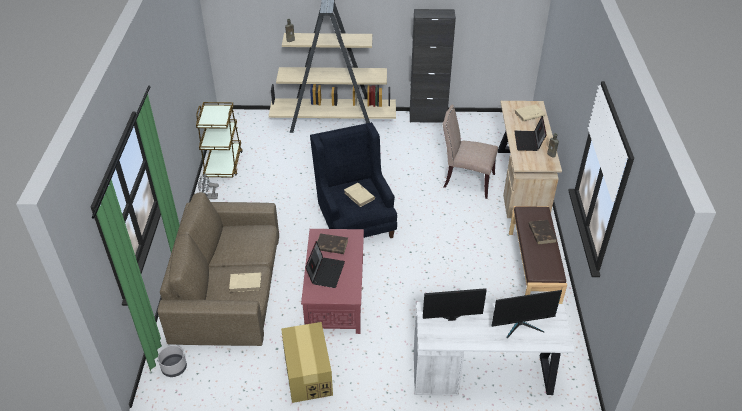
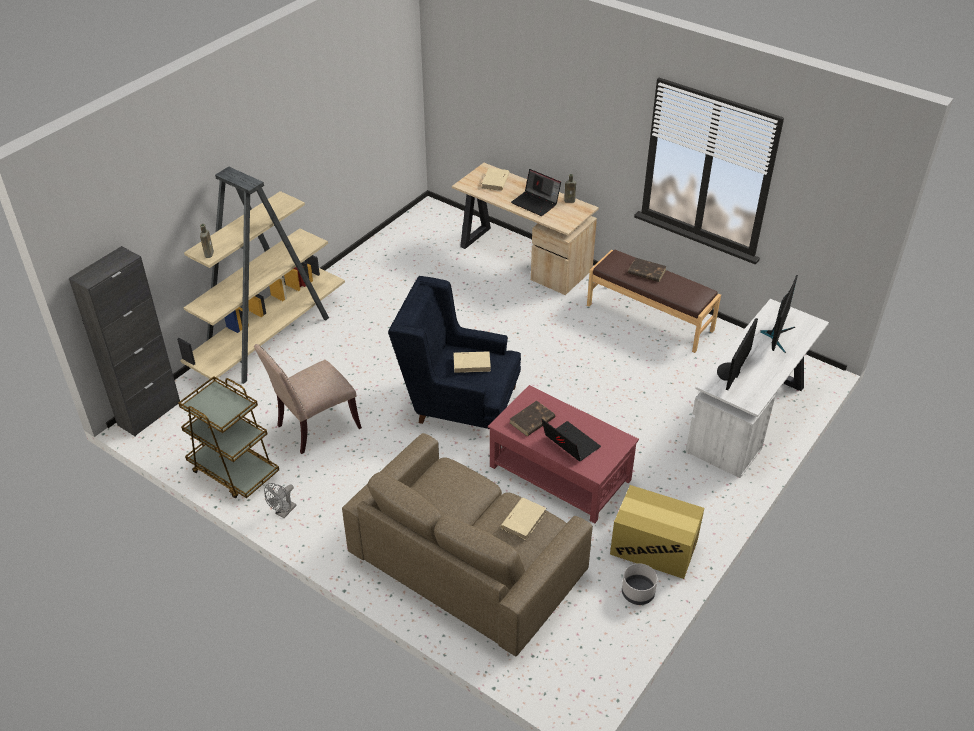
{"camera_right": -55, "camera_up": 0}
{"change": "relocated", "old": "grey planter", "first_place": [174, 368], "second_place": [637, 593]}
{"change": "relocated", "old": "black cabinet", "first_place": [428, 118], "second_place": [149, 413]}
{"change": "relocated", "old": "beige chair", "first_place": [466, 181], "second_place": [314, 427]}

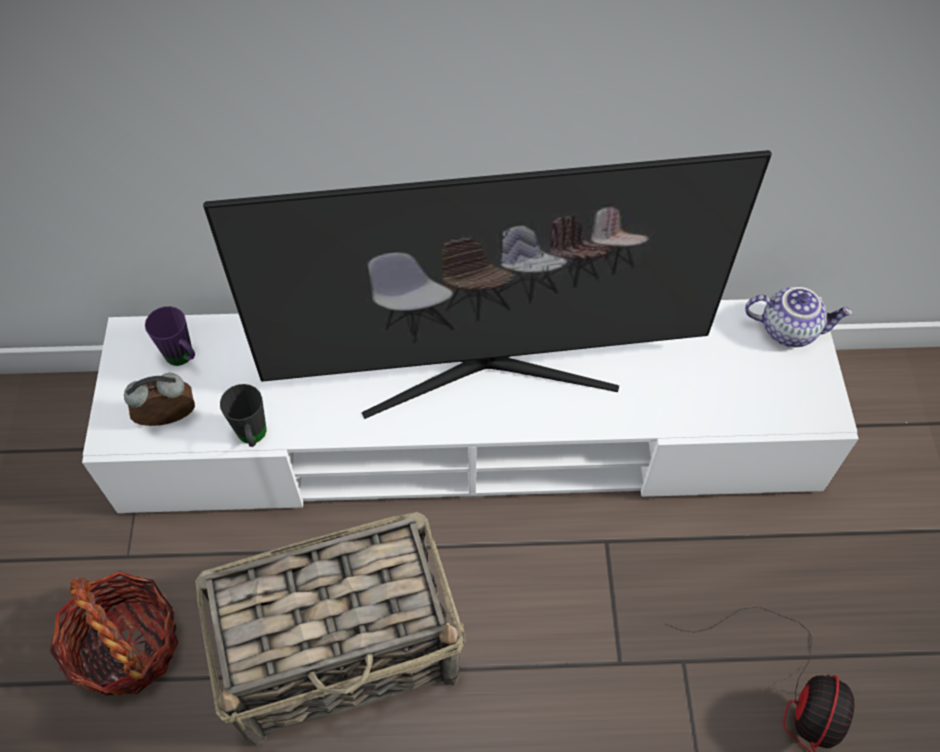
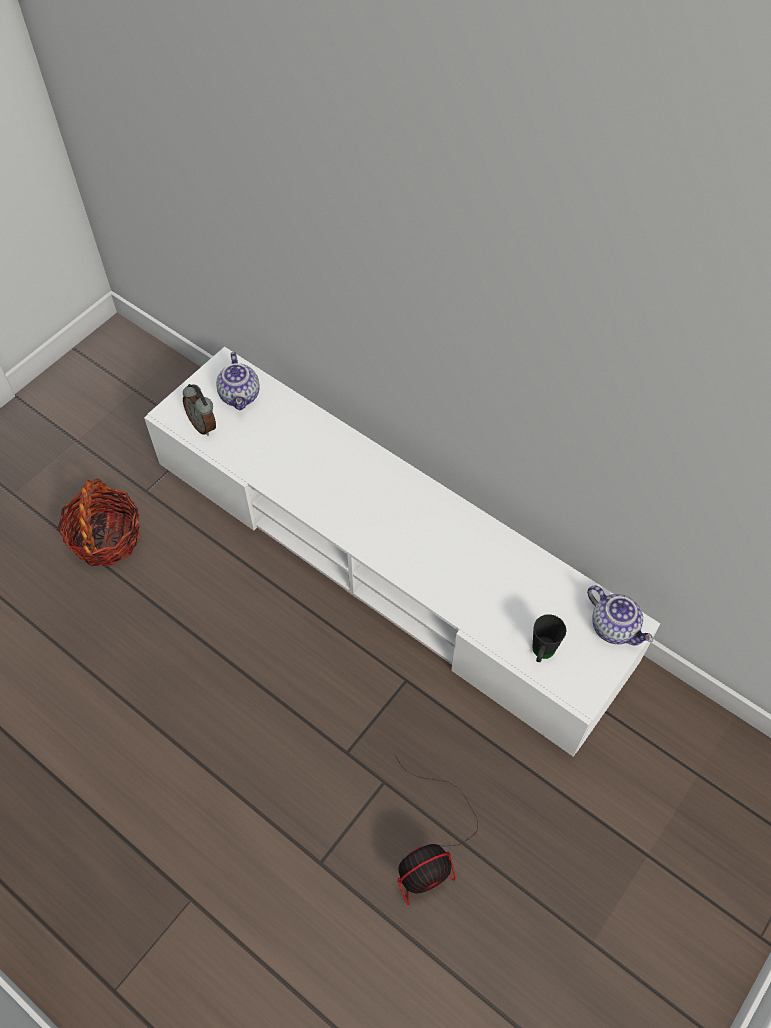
{"camera_right": 40, "camera_up": 0}
{"change": "missing", "old": "basket", "first_place": [344, 651]}
{"change": "missing", "old": "television", "first_place": [485, 368]}
{"change": "relocated", "old": "black mug", "first_place": [253, 438], "second_place": [541, 654]}
{"change": "exchanged", "old": "purple mug", "new": "teapot", "first_place": [184, 358], "second_place": [241, 396]}
{"change": "spun", "old": "alarm clock", "first_place": [169, 420], "second_place": [204, 425], "degrees": -150}

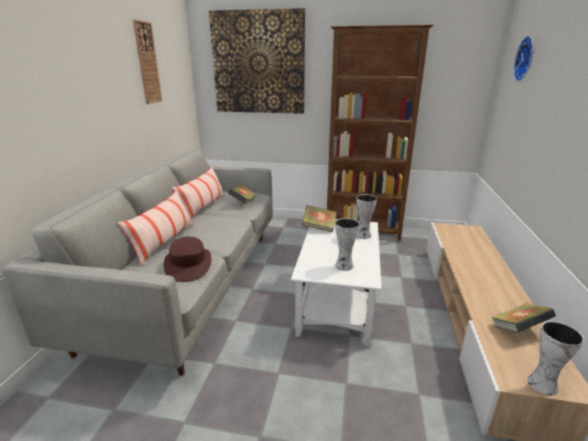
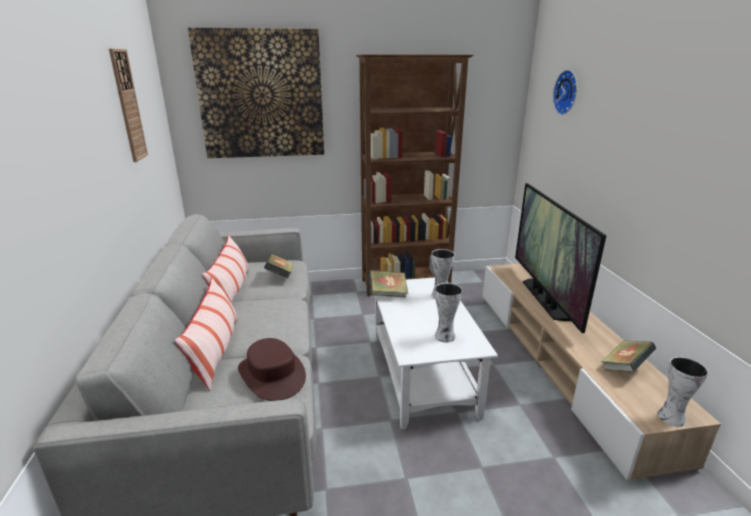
{"camera_right": -20, "camera_up": 0}
{"change": "appeared", "new": "television", "second_place": [544, 299]}

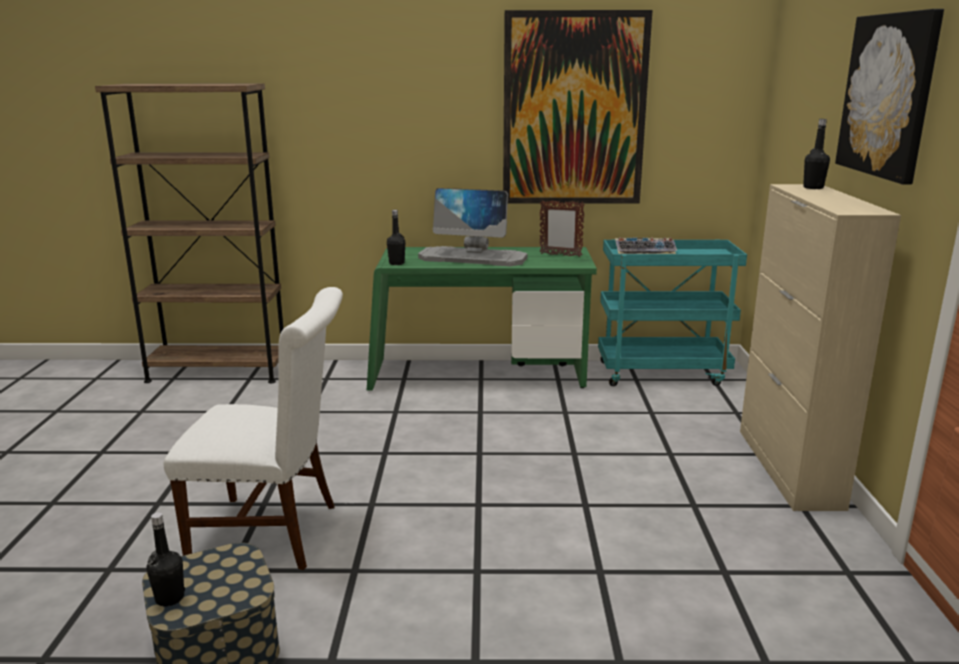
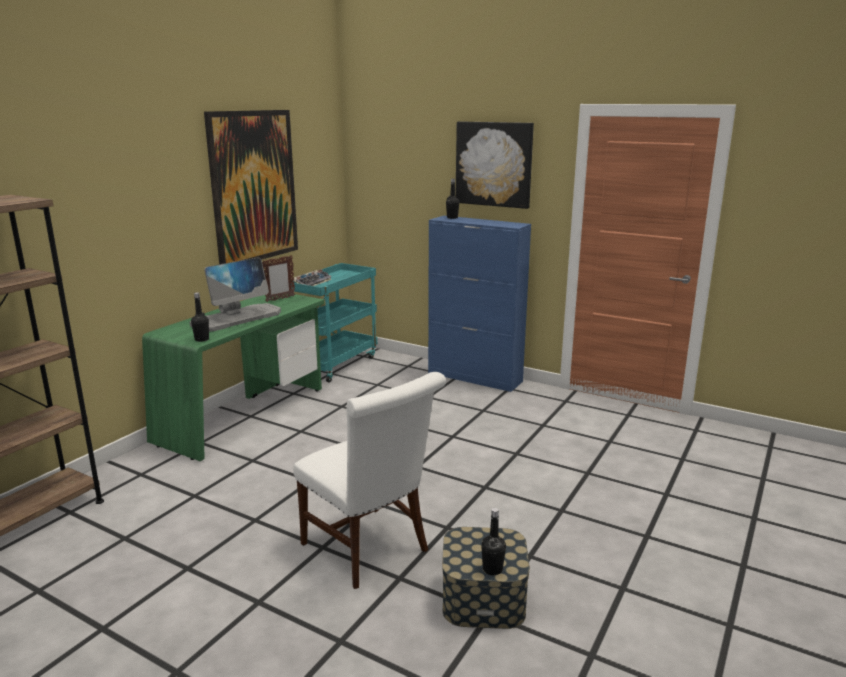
{"camera_right": -60, "camera_up": 0}
{"change": "colour", "old": "beige cabinet", "new": "blue cabinet", "first_place": [788, 468], "second_place": [475, 377]}
{"change": "spun", "old": "white chair", "first_place": [275, 533], "second_place": [370, 550], "degrees": 105}

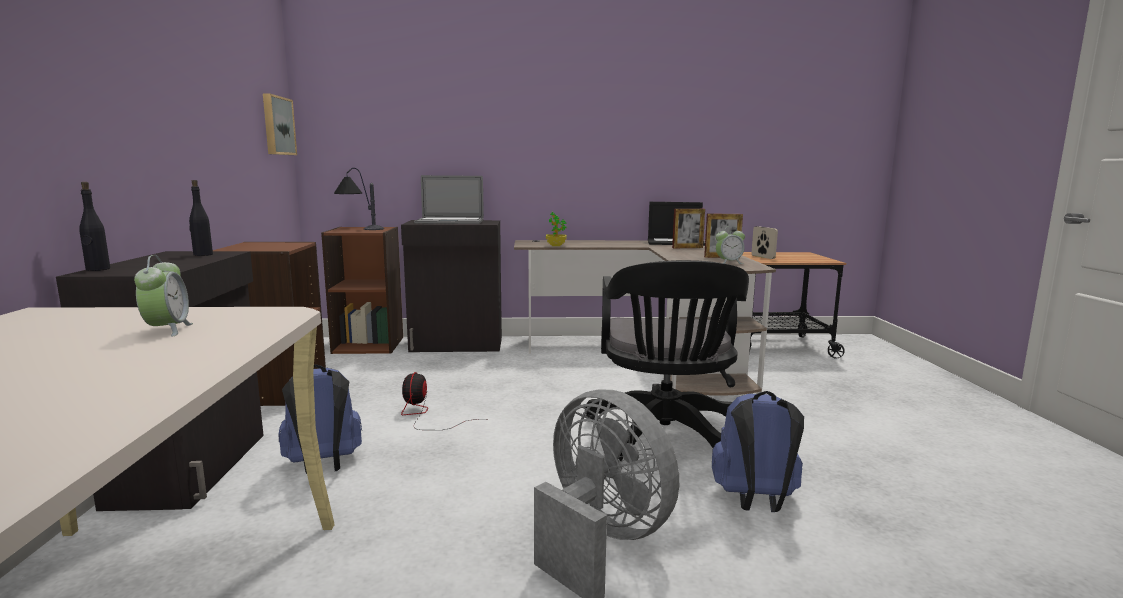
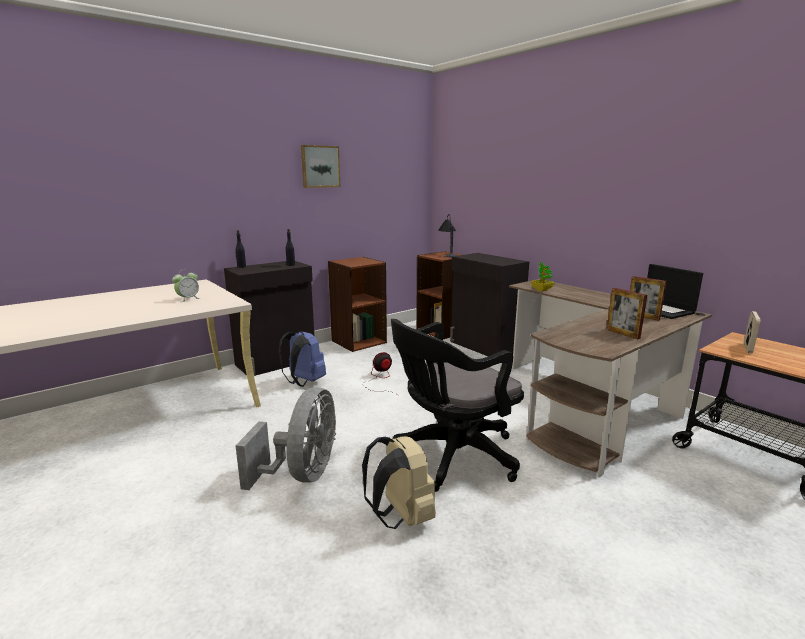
{"camera_right": 55, "camera_up": 5}
{"change": "missing", "old": "laptop", "first_place": [450, 221]}
{"change": "missing", "old": "alarm clock", "first_place": [729, 263]}
{"change": "relocated", "old": "picture", "first_place": [277, 126], "second_place": [320, 166]}
{"change": "colour", "old": "blue backpack", "new": "beige backpack", "first_place": [755, 501], "second_place": [401, 517]}

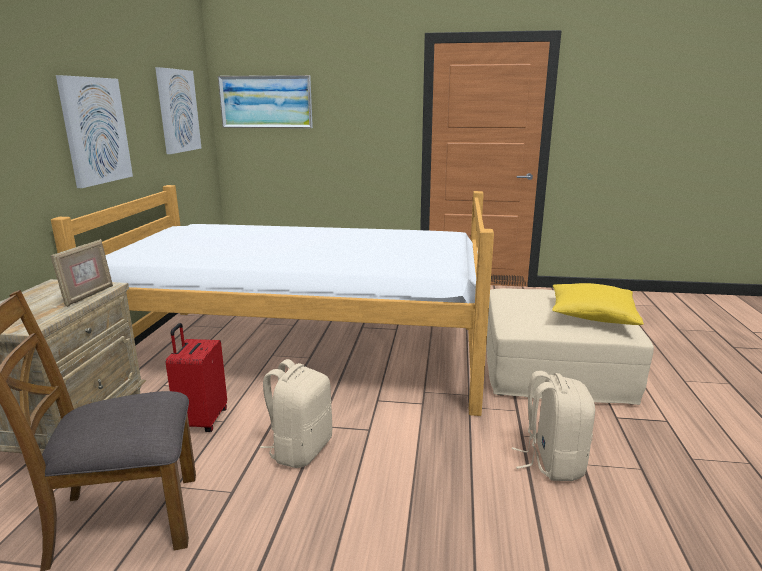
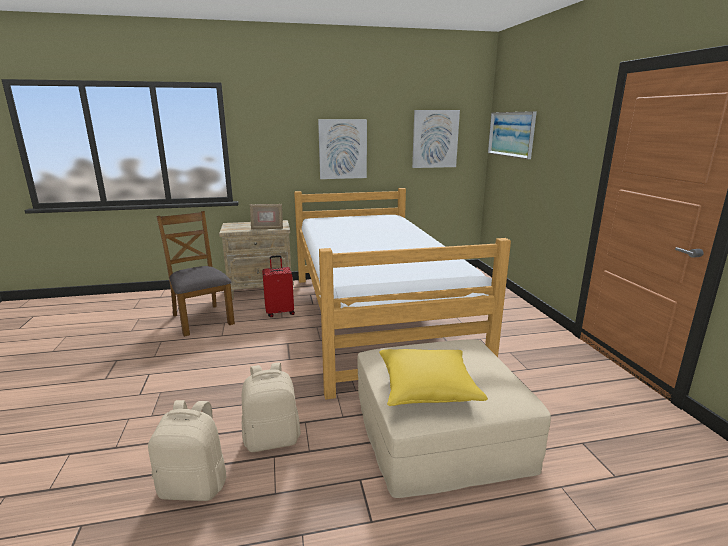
{"camera_right": 70, "camera_up": 0}
{"change": "relocated", "old": "beige backpack", "first_place": [300, 449], "second_place": [194, 486]}

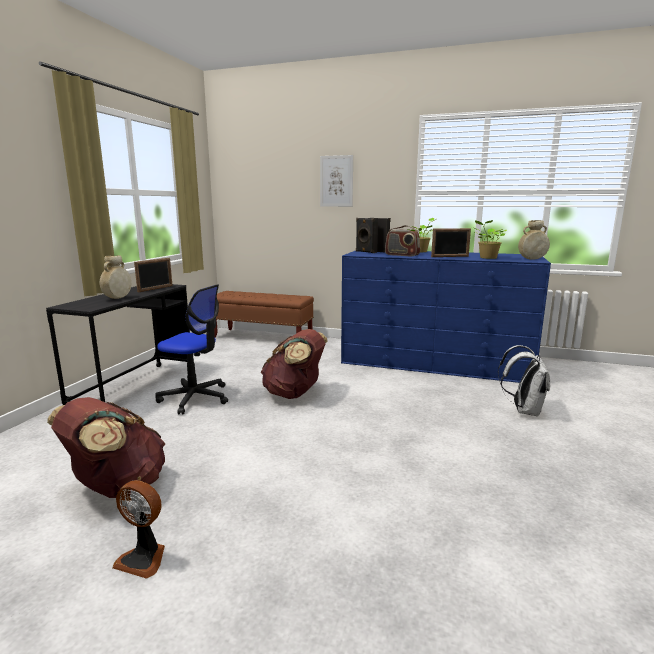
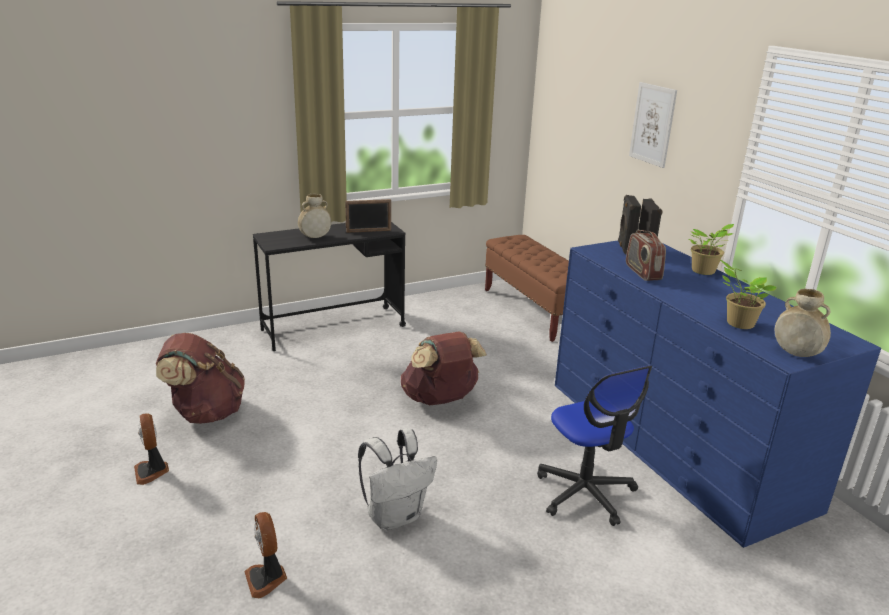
{"camera_right": 45, "camera_up": 10}
{"change": "missing", "old": "picture frame", "first_place": [450, 256]}
{"change": "appeared", "new": "fan", "second_place": [267, 579]}
{"change": "relocated", "old": "office chair", "first_place": [195, 398], "second_place": [585, 493]}
{"change": "relocated", "old": "white backpack", "first_place": [523, 410], "second_place": [395, 516]}

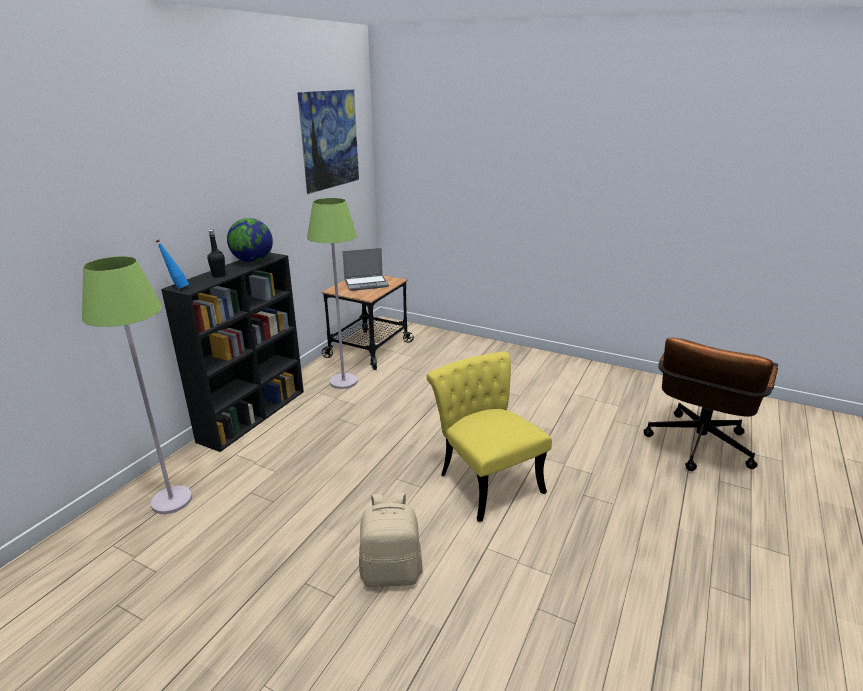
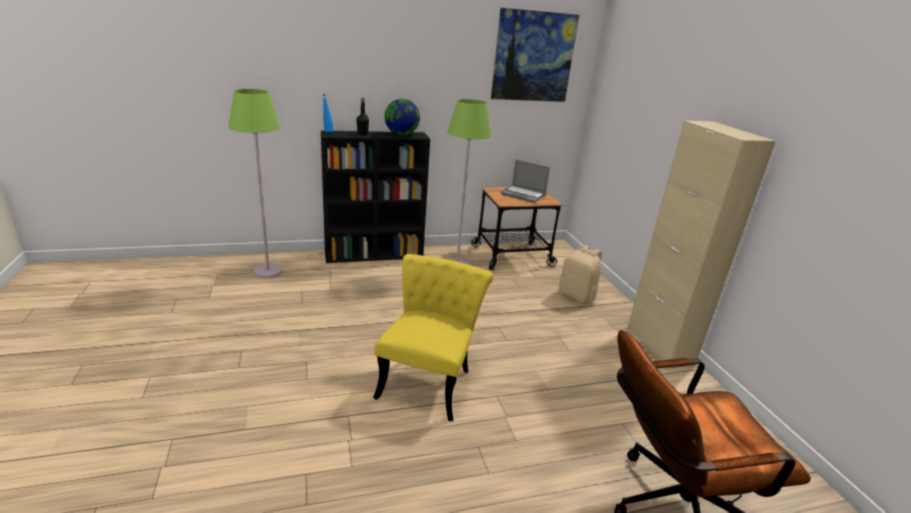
{"camera_right": 45, "camera_up": 0}
{"change": "appeared", "new": "beige cabinet", "second_place": [659, 345]}
{"change": "relocated", "old": "beige backpack", "first_place": [391, 572], "second_place": [577, 296]}

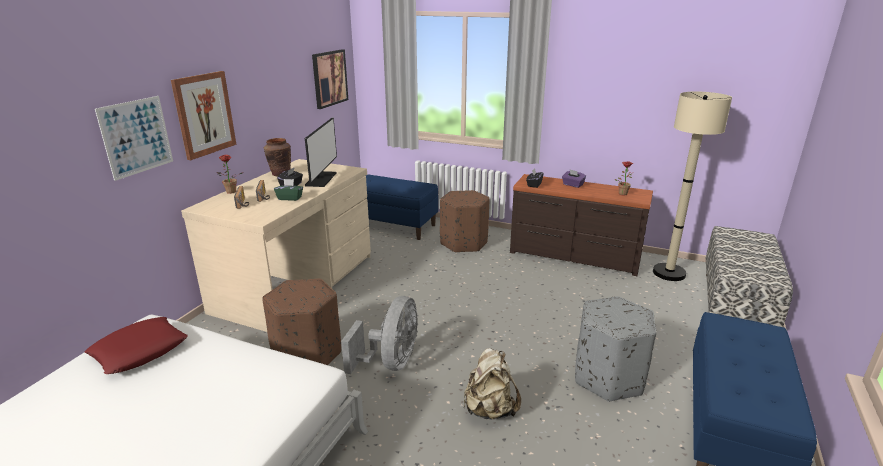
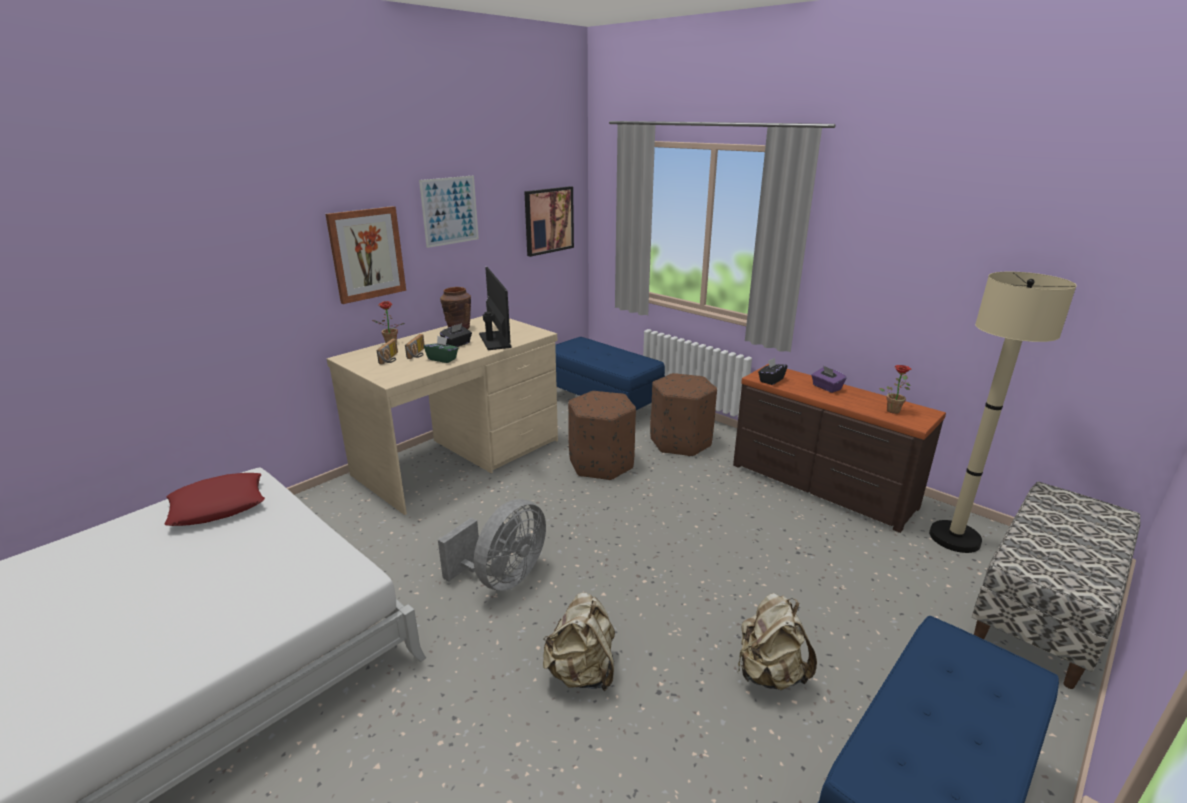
{"camera_right": 20, "camera_up": 0}
{"change": "relocated", "old": "picture", "first_place": [136, 137], "second_place": [450, 211]}
{"change": "relocated", "old": "brown ottoman", "first_place": [307, 354], "second_place": [601, 464]}
{"change": "exchanged", "old": "grey ottoman", "new": "beige backpack", "first_place": [608, 378], "second_place": [769, 673]}
{"change": "spun", "old": "monitor", "first_place": [321, 179], "second_place": [494, 341], "degrees": -45}

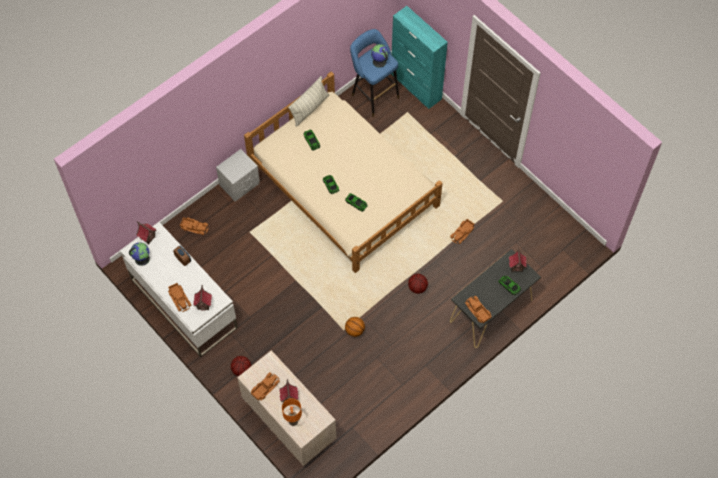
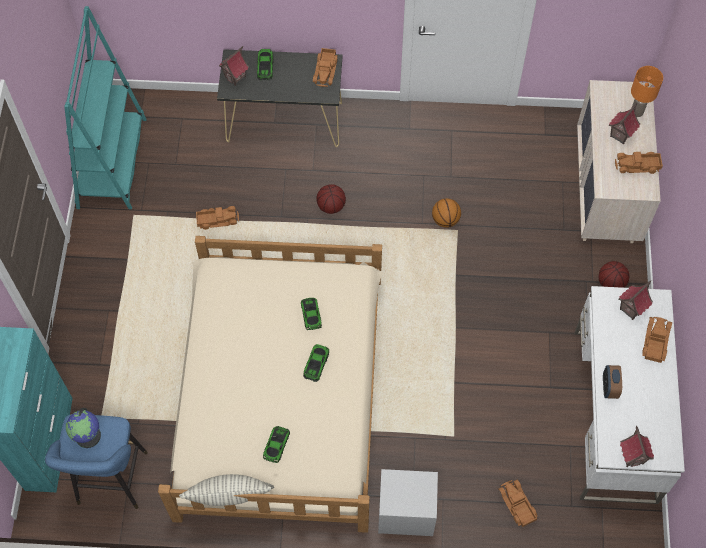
{"camera_right": -135, "camera_up": 0}
{"change": "missing", "old": "globe", "first_place": [142, 258]}
{"change": "appeared", "new": "turquoise bookcase", "second_place": [112, 163]}

